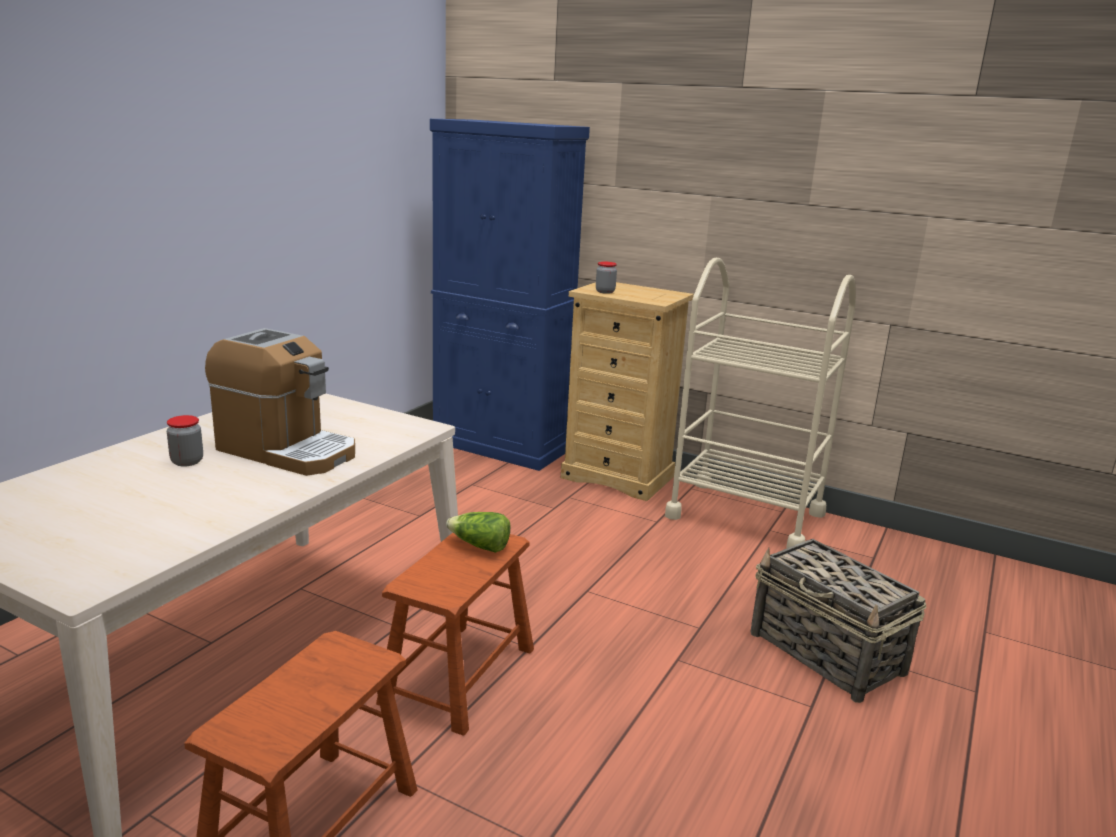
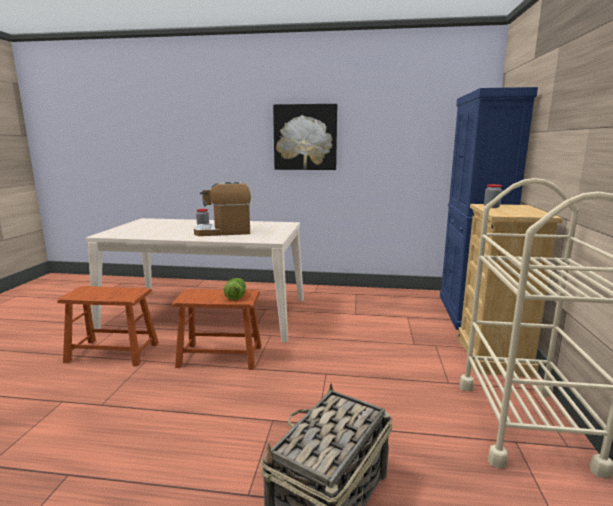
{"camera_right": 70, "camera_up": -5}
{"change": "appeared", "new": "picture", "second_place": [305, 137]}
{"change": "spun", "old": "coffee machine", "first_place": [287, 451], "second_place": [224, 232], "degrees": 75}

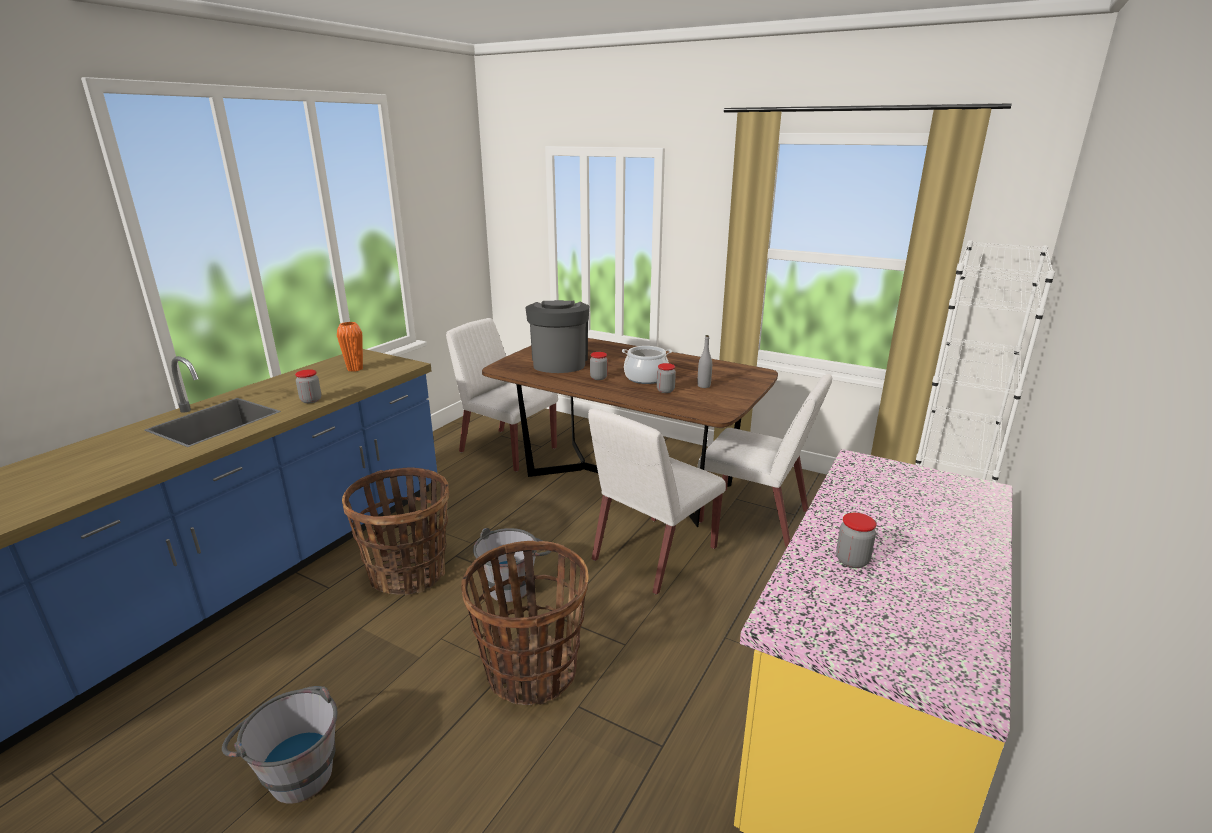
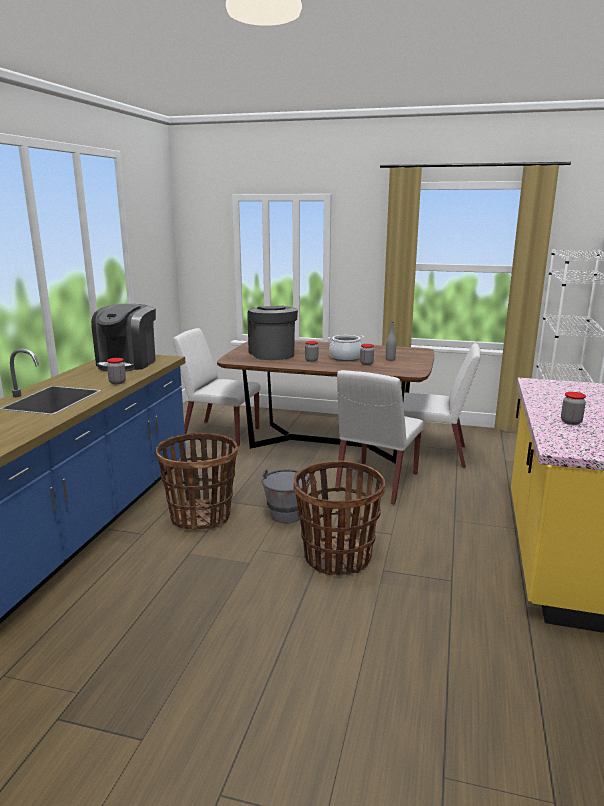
{"camera_right": -15, "camera_up": -5}
{"change": "missing", "old": "grey bucket", "first_place": [295, 770]}
{"change": "exchanged", "old": "orange vase", "new": "coffee machine", "first_place": [355, 369], "second_place": [127, 363]}

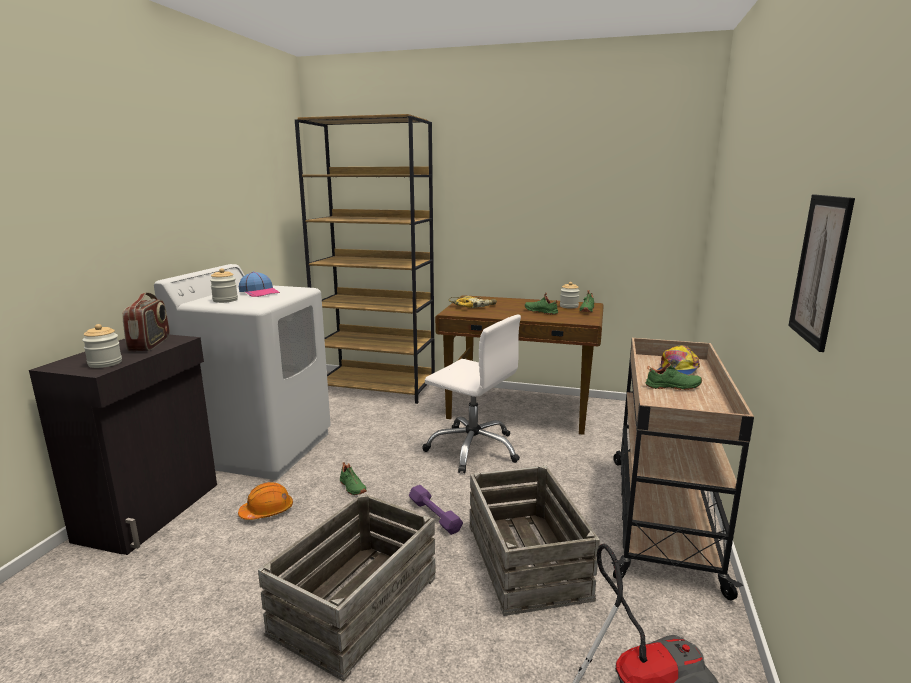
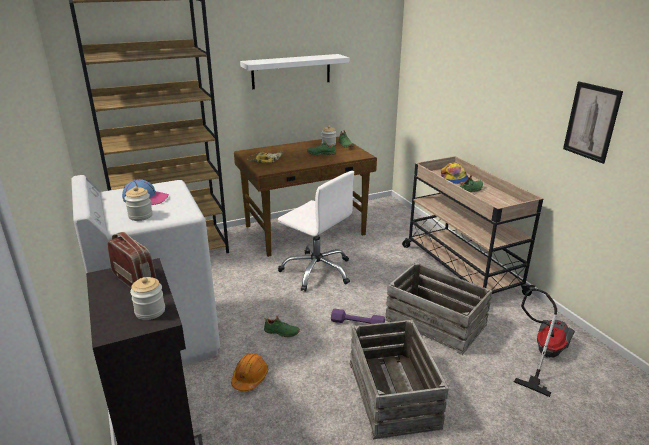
{"camera_right": -40, "camera_up": 10}
{"change": "appeared", "new": "white shelf", "second_place": [291, 71]}
{"change": "spun", "old": "white office chair", "first_place": [473, 449], "second_place": [317, 271], "degrees": 45}

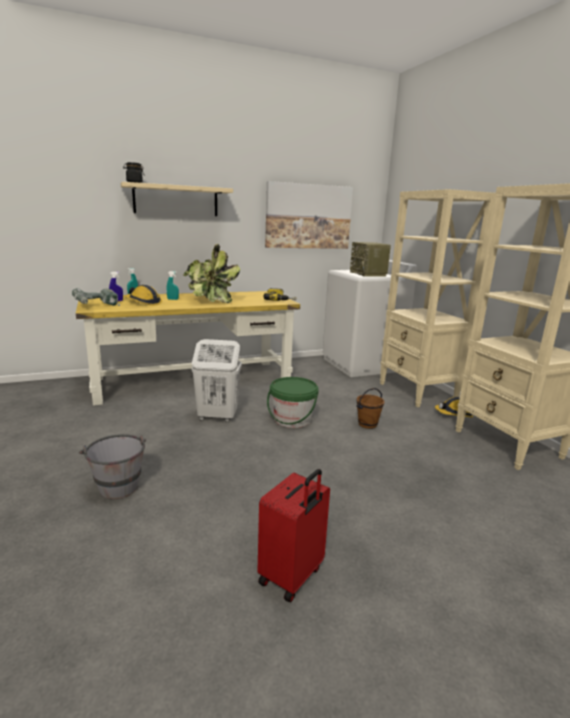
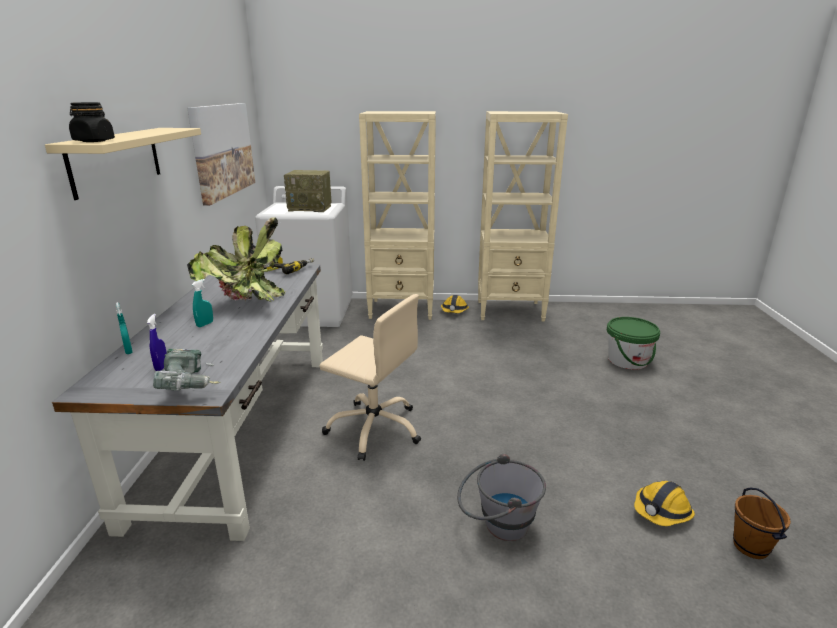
{"camera_right": -65, "camera_up": 5}
{"change": "missing", "old": "red suitcase", "first_place": [292, 576]}
{"change": "relocated", "old": "hard hat", "first_place": [143, 302], "second_place": [662, 511]}
{"change": "relocated", "old": "green bucket", "first_place": [292, 419], "second_place": [627, 360]}
{"change": "relocated", "old": "brown bucket", "first_place": [368, 424], "second_place": [751, 547]}
{"change": "exchanged", "old": "white laundry basket", "new": "beige office chair", "first_place": [217, 417], "second_place": [374, 428]}
{"change": "colour", "old": "yellow desk", "new": "grey desk", "first_place": [193, 380], "second_place": [241, 427]}

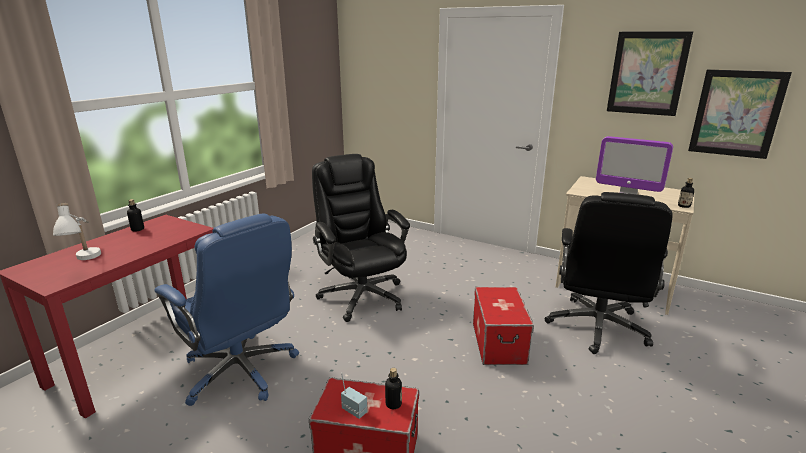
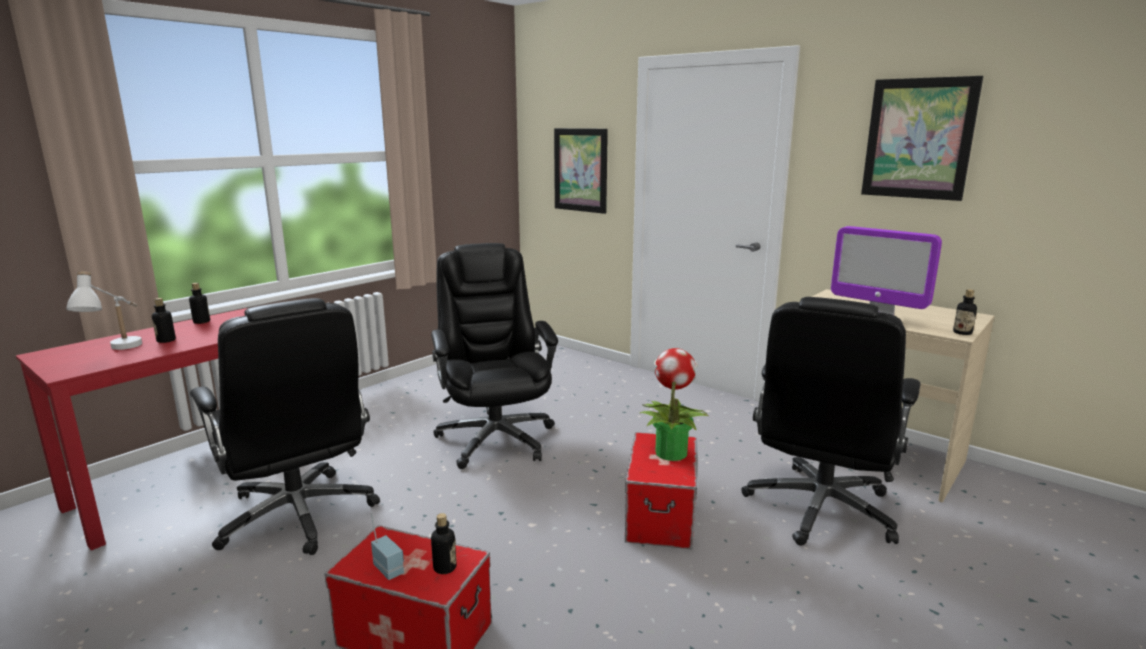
{"camera_right": 10, "camera_up": -5}
{"change": "appeared", "new": "bottle", "second_place": [166, 340]}
{"change": "appeared", "new": "potted plant", "second_place": [670, 452]}
{"change": "relocated", "old": "picture", "first_place": [736, 113], "second_place": [580, 170]}
{"change": "colour", "old": "blue office chair", "new": "black office chair", "first_place": [241, 371], "second_place": [298, 516]}

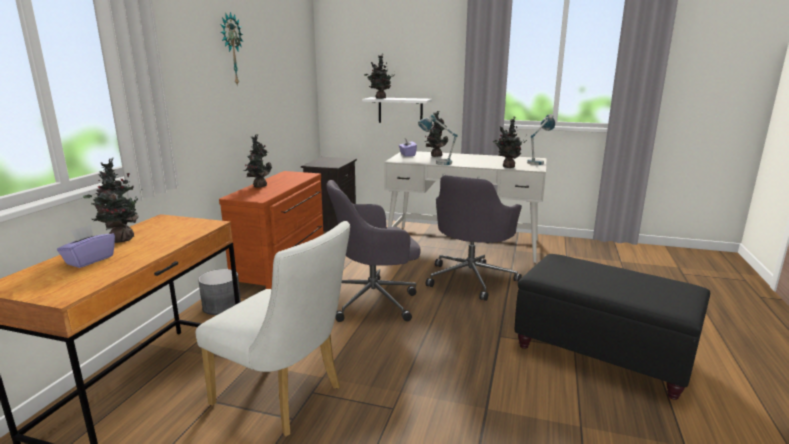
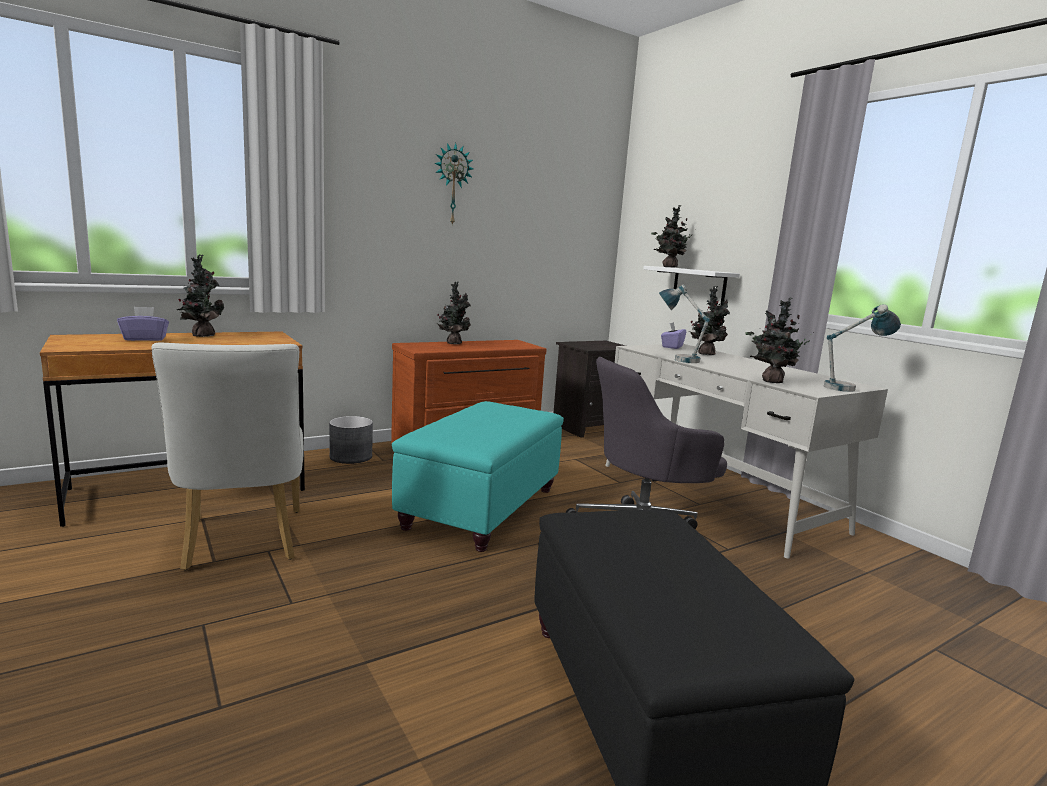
{"camera_right": 40, "camera_up": -5}
{"change": "exchanged", "old": "grey office chair", "new": "turquoise ottoman", "first_place": [374, 300], "second_place": [482, 507]}

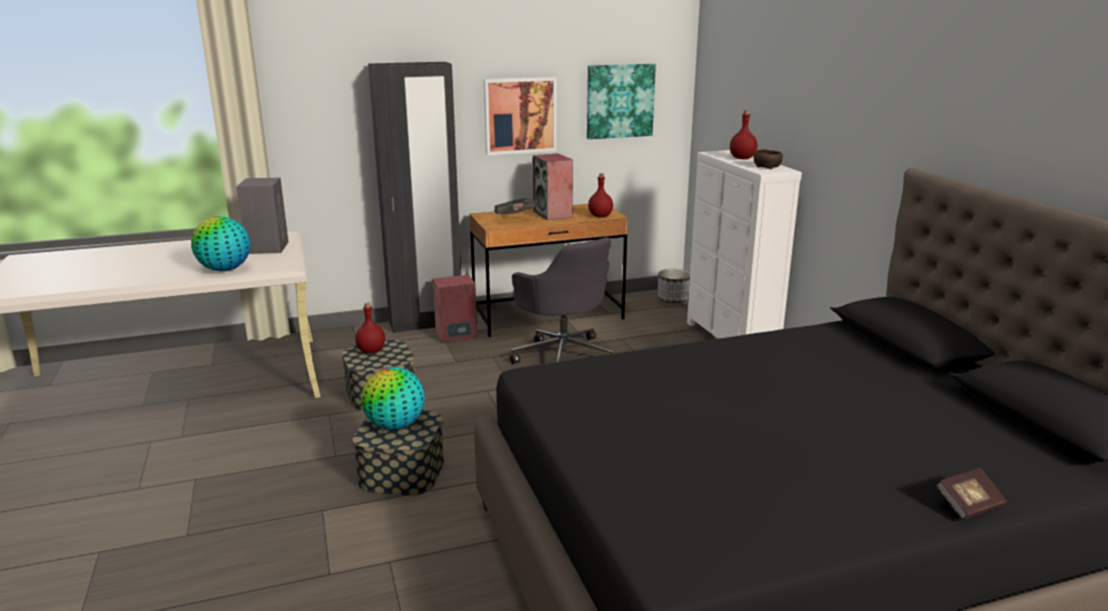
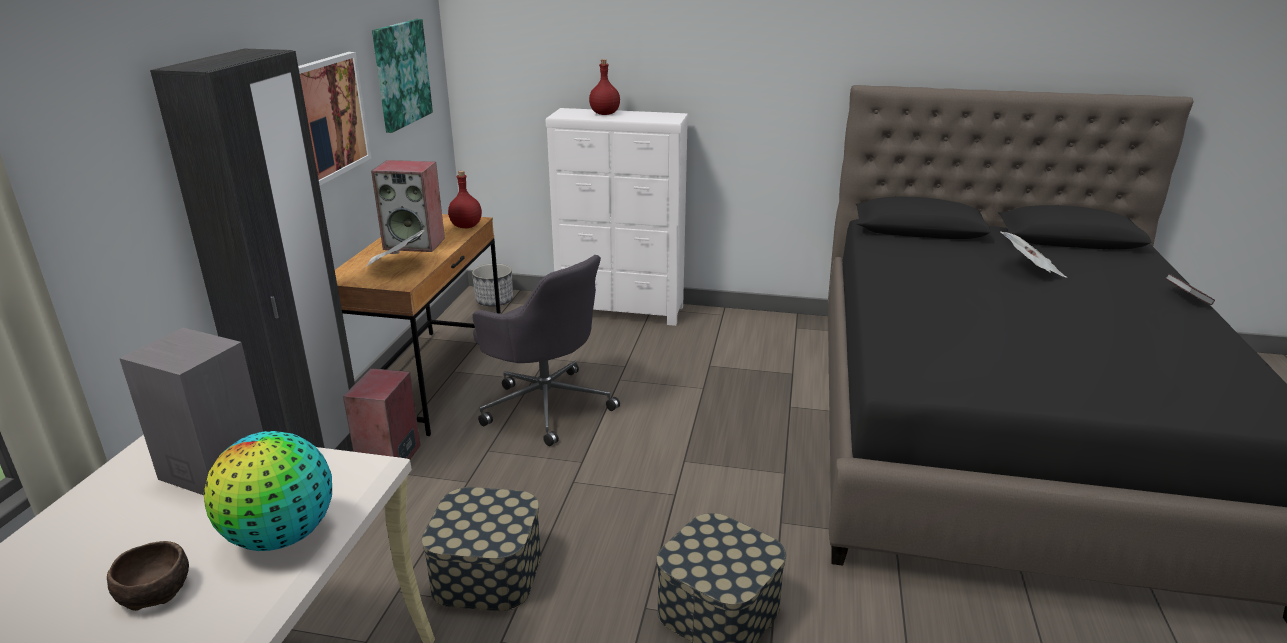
{"camera_right": -60, "camera_up": 5}
{"change": "missing", "old": "red bottle", "first_place": [372, 351]}
{"change": "missing", "old": "globe", "first_place": [395, 426]}
{"change": "appeared", "new": "newspaper", "second_place": [1030, 271]}
{"change": "relocated", "old": "brown bowl", "first_place": [767, 167], "second_place": [157, 590]}
{"change": "spun", "old": "grey office chair", "first_place": [563, 356], "second_place": [546, 405], "degrees": 45}

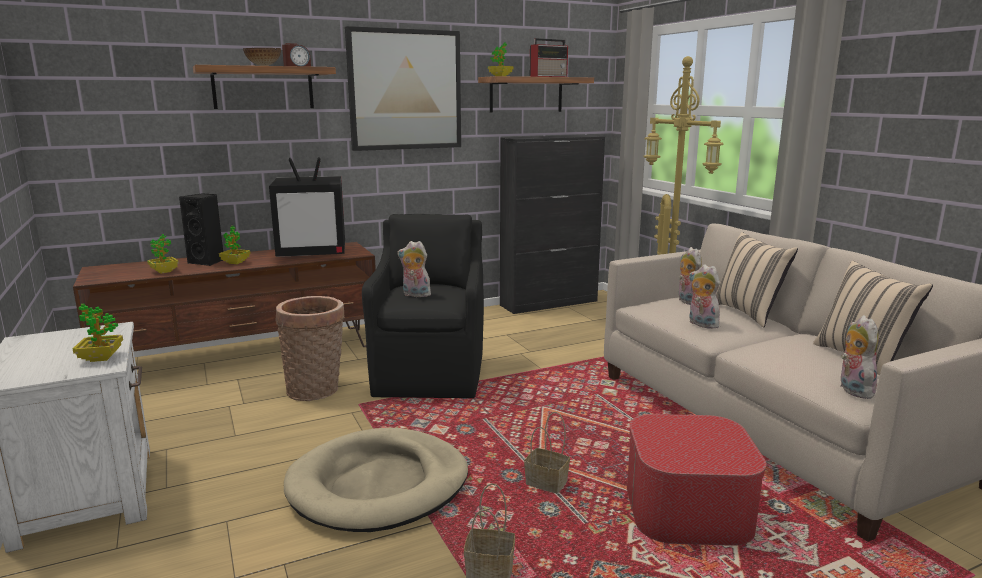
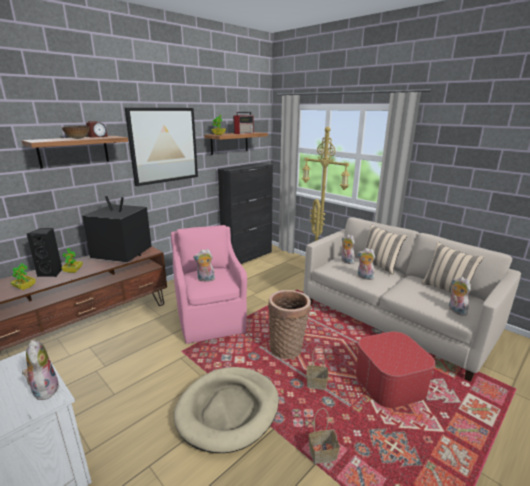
{"camera_right": -20, "camera_up": 5}
{"change": "relocated", "old": "basket", "first_place": [316, 390], "second_place": [287, 348]}
{"change": "exchanged", "old": "potted plant", "new": "plush toy", "first_place": [101, 358], "second_place": [44, 389]}
{"change": "colour", "old": "black armchair", "new": "pink armchair", "first_place": [430, 374], "second_place": [211, 319]}
{"change": "spun", "old": "television", "first_place": [314, 253], "second_place": [122, 255], "degrees": -135}

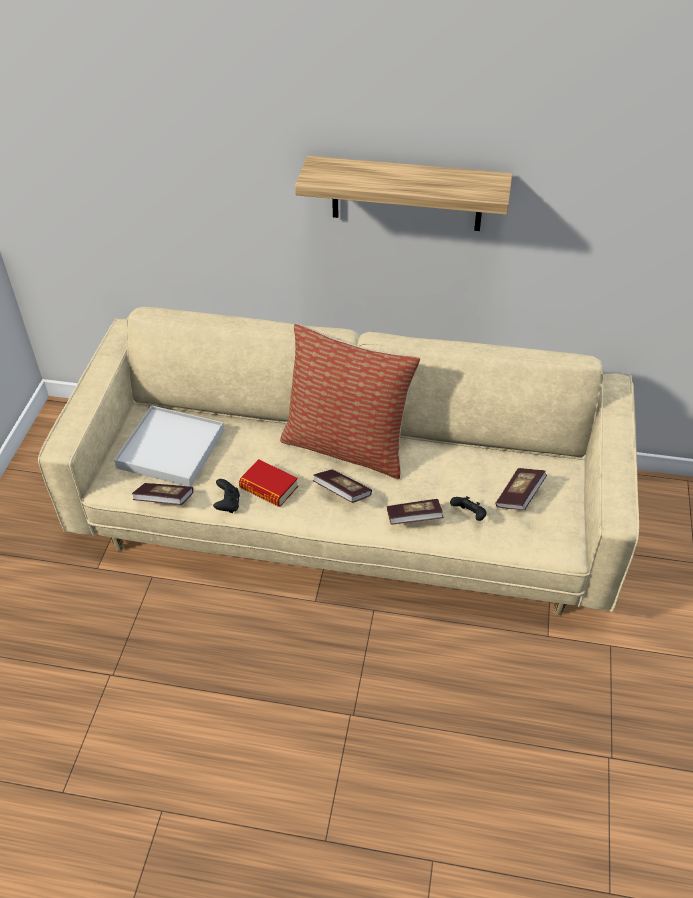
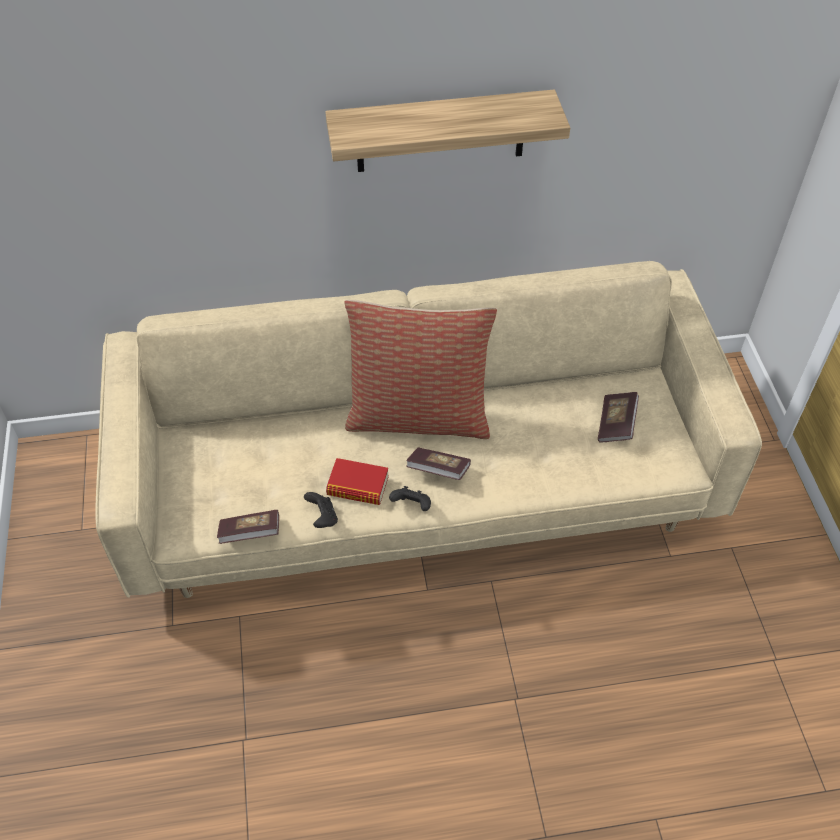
{"camera_right": -20, "camera_up": 5}
{"change": "missing", "old": "white tray", "first_place": [171, 449]}
{"change": "missing", "old": "book", "first_place": [414, 519]}
{"change": "relocated", "old": "black game controller", "first_place": [469, 515], "second_place": [412, 506]}

